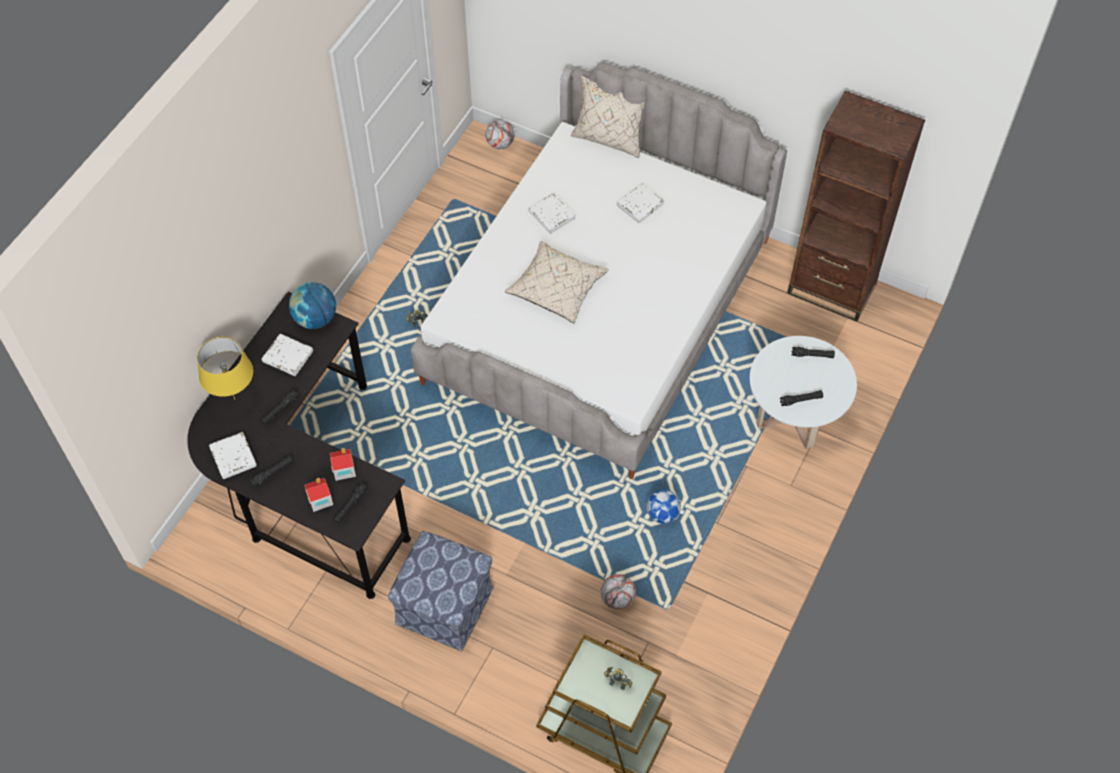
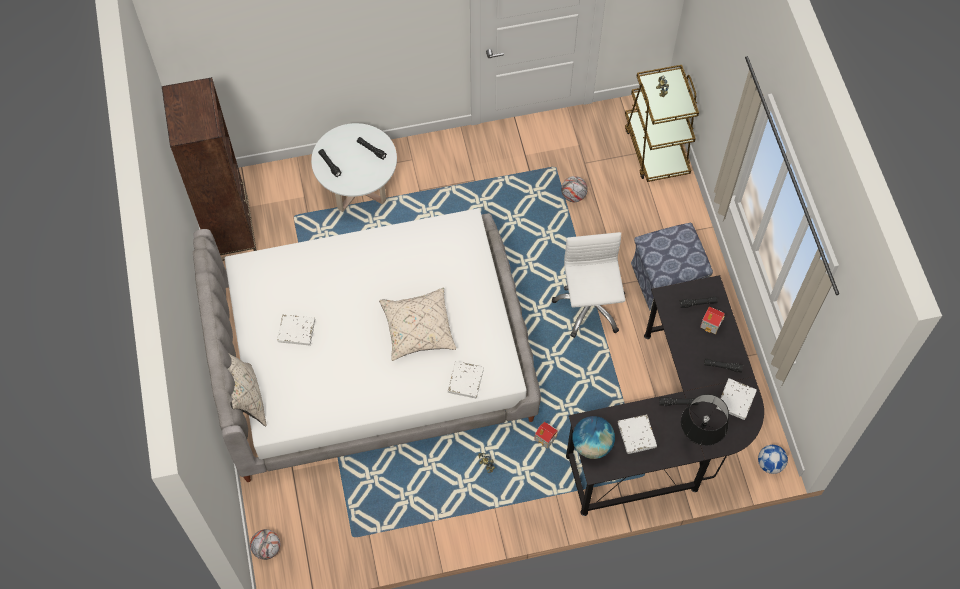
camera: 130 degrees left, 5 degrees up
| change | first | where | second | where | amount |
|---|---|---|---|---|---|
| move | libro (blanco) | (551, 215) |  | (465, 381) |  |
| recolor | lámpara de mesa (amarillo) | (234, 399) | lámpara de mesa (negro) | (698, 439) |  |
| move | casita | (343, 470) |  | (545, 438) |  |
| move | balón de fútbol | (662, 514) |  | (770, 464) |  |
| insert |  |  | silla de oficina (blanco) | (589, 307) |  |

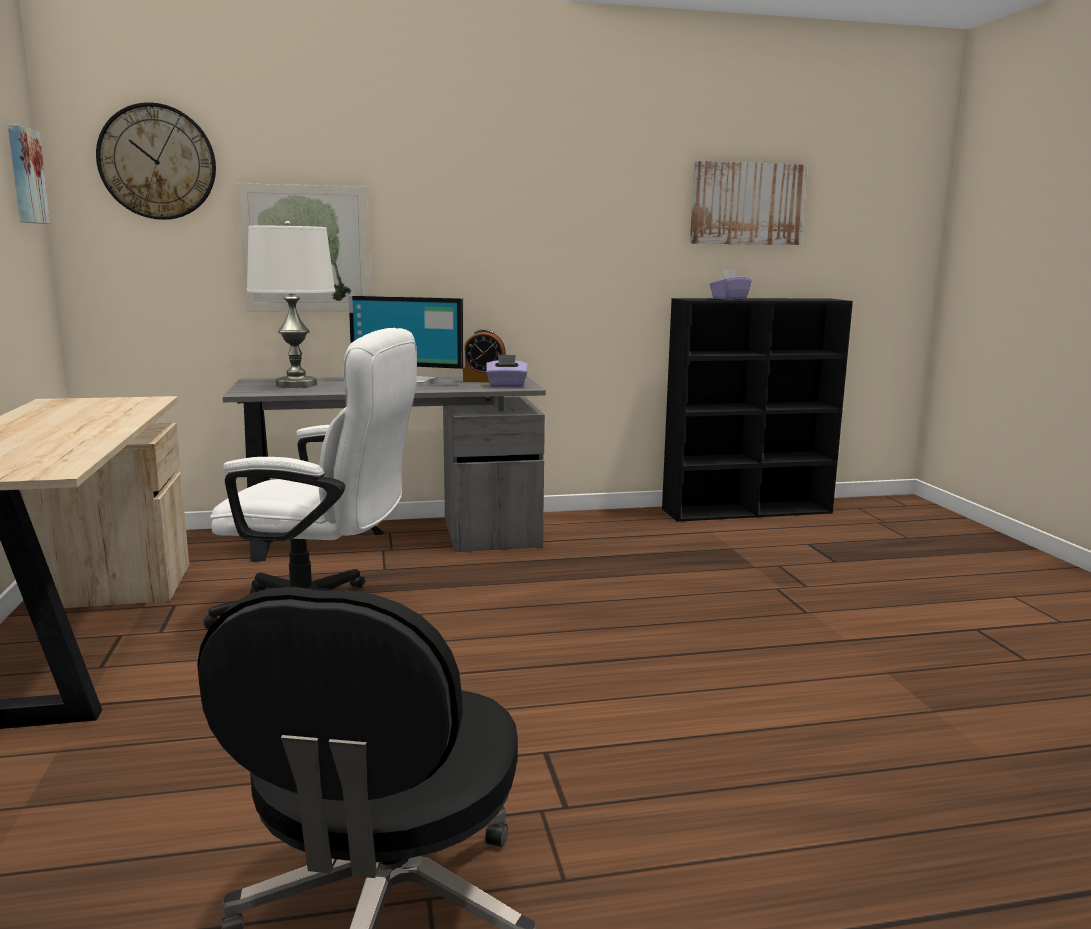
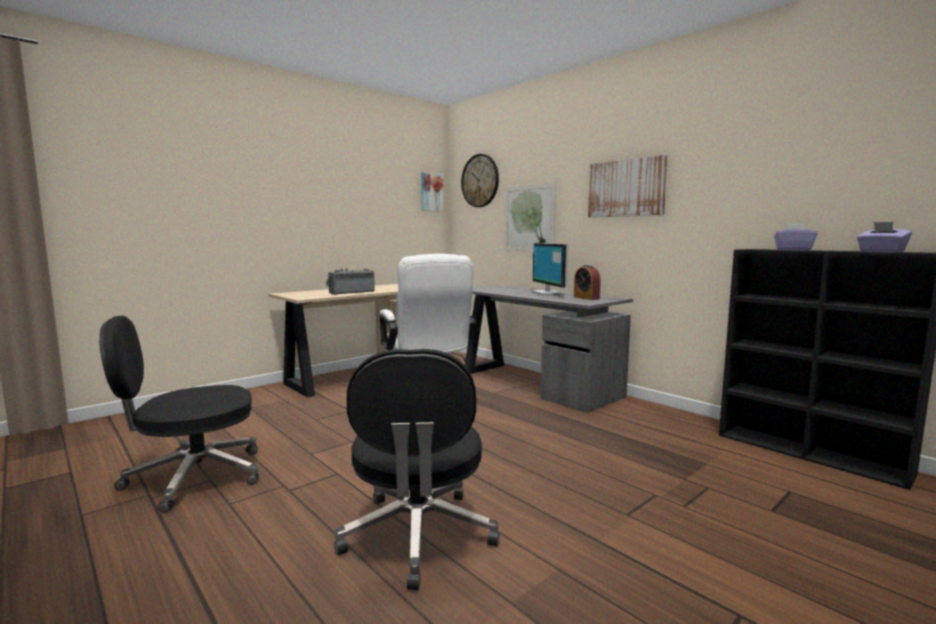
camera: 60 degrees right, 5 degrees down
| change | first | where | second | where | amount |
|---|---|---|---|---|---|
| move | cuadro | (747, 204) |  | (626, 188) |  |
| delete | lámpara de mesa (blanco) | (296, 384) |  |  |  |
| move | caja de pañuelos (morado) | (506, 386) |  | (881, 251) |  |
| insert |  |  | radio | (351, 292) |  |
| insert |  |  | silla de oficina (negro) | (418, 536) |  |

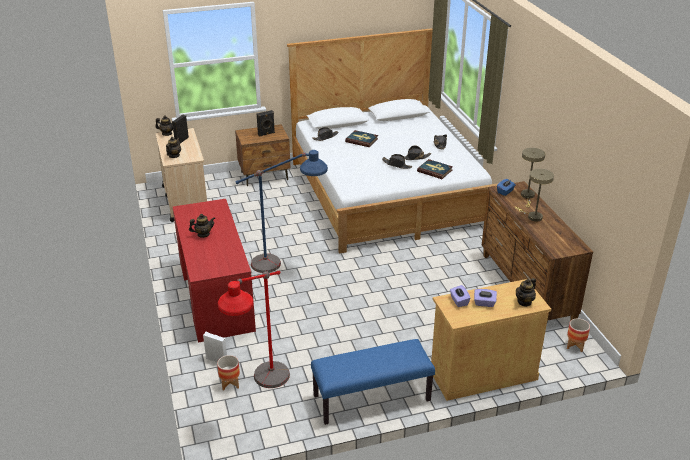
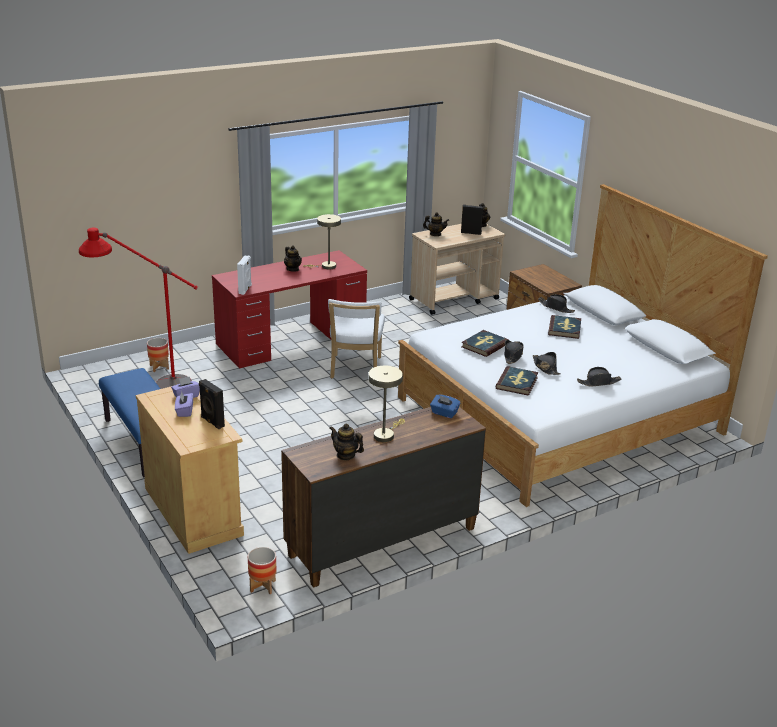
camera: 75 degrees right, 5 degrees down
| change | first | where | second | where | amount |
|---|---|---|---|---|---|
| move | altavoz (negro) | (266, 134) |  | (212, 422) |  |
| move | lámpara de mesa (beis) | (528, 196) |  | (326, 266) |  |
| replace | lámpara de pie (azul) | (286, 267) | silla (blanco) | (355, 369) |  |
| move | tetera | (524, 302) |  | (346, 455) |  |
| move | altavoz (blanco) | (217, 359) |  | (245, 289) |  |
| insert |  |  | libro | (484, 345) |  |

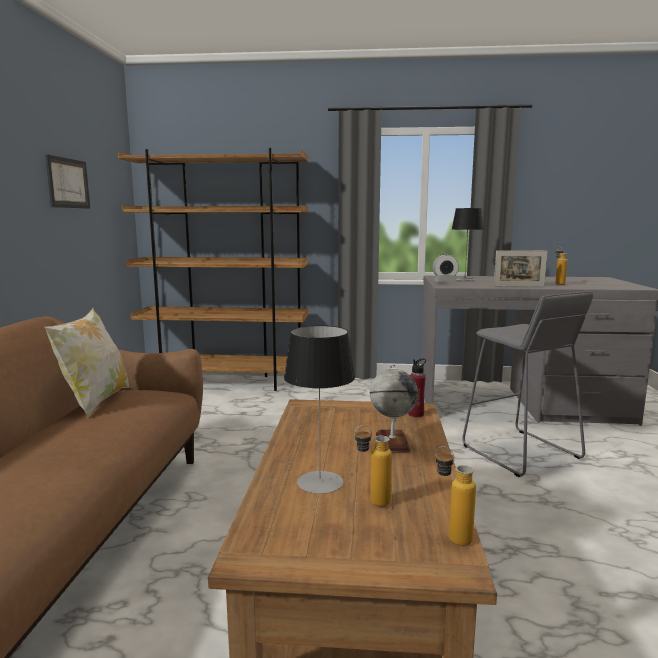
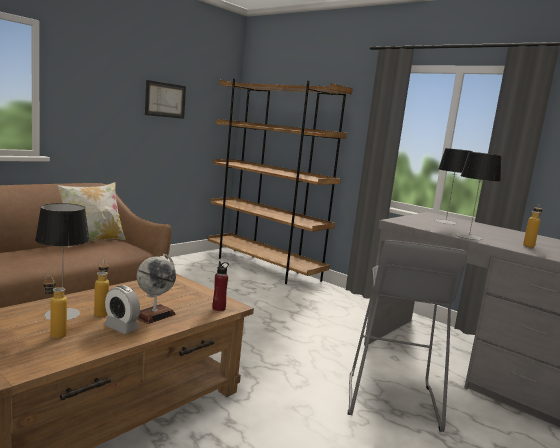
camera: 35 degrees right, 0 degrees up
| change | first | where | second | where | amount |
|---|---|---|---|---|---|
| replace | portarretratos | (519, 286) | lámpara de mesa | (469, 237) |  |
| move | despertador | (444, 282) |  | (121, 327) |  |
| move | botella | (451, 536) |  | (101, 312) |  |

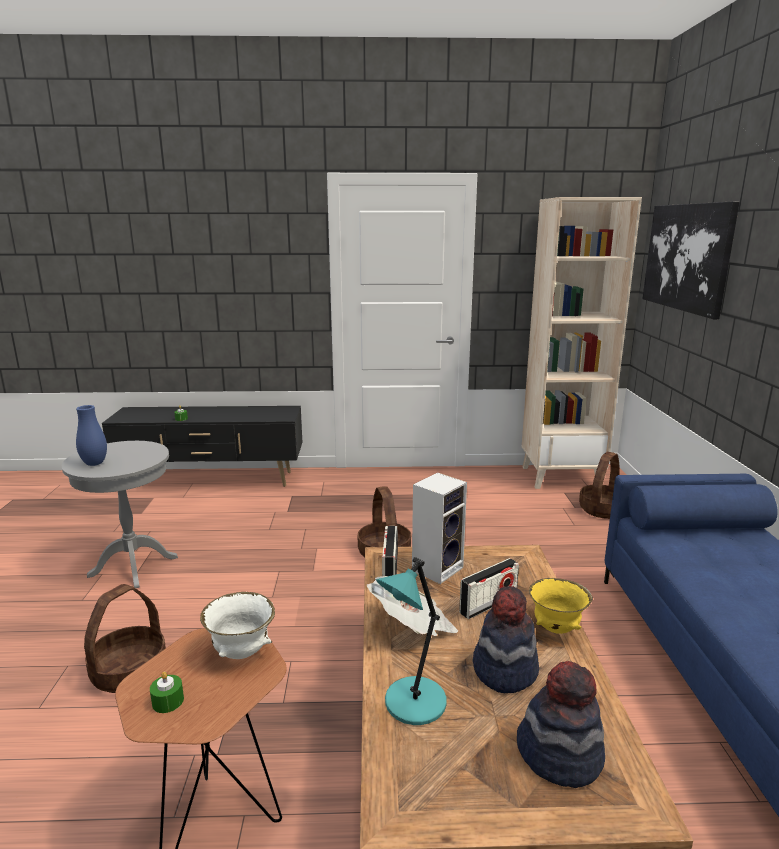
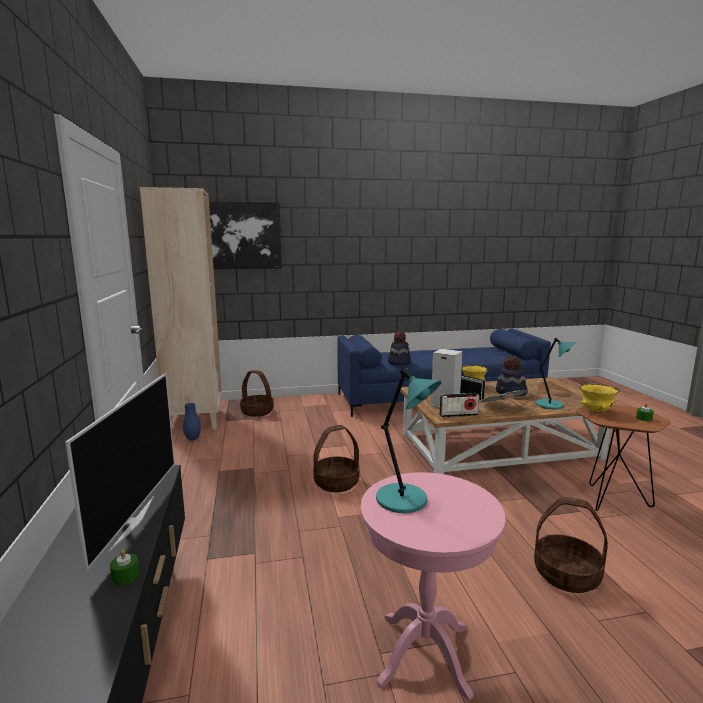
camera: 100 degrees left, 5 degrees down
| change | first | where | second | where | amount |
|---|---|---|---|---|---|
| move | florero (azul) | (94, 463) |  | (192, 439) |  |
| recolor | mesa auxiliar (gris) | (133, 566) | mesa auxiliar (rosa) | (424, 654) |  |
| recolor | cuenco (blanco) | (241, 653) | cuenco (amarillo) | (596, 411) |  |
| move | sombrero | (559, 754) |  | (399, 362) |  |
| insert |  |  | lámpara de mesa (turquesa) | (404, 500) |  |
| insert |  |  | televisor | (131, 522) |  |

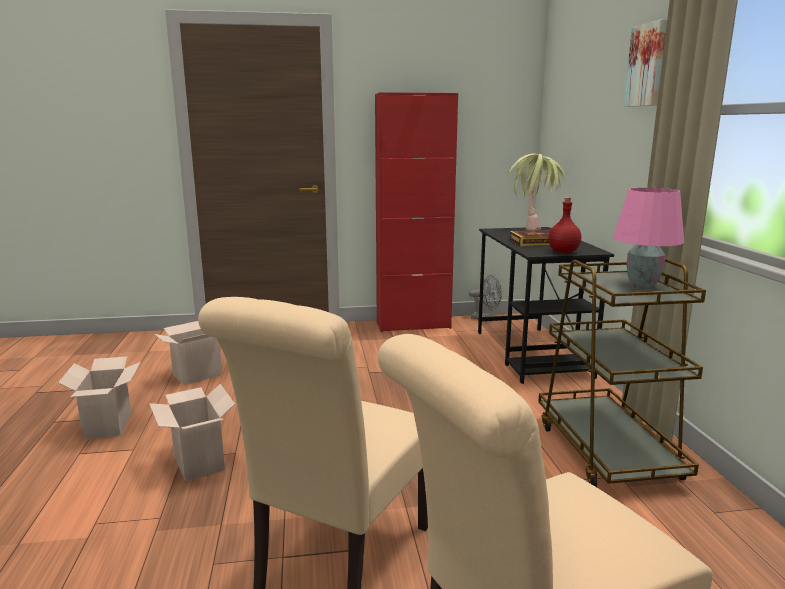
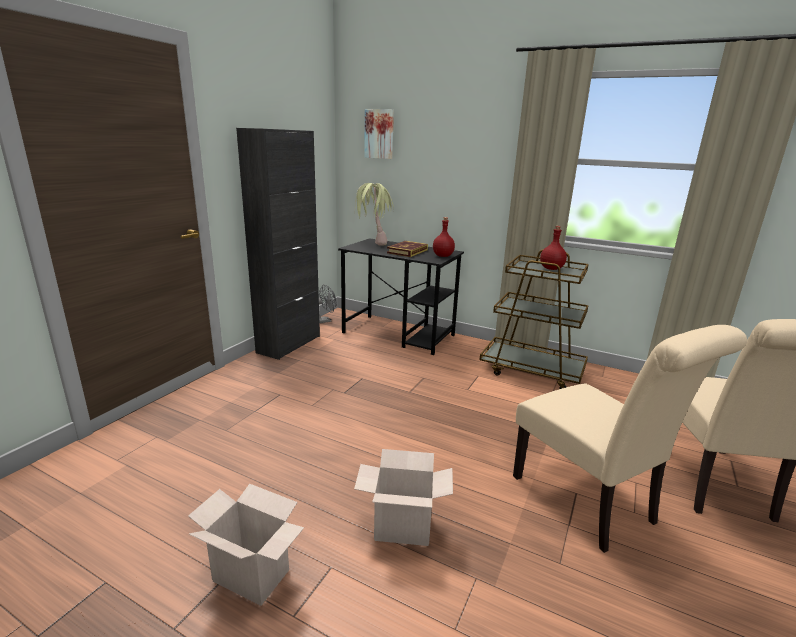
camera: 55 degrees left, 5 degrees up
| change | first | where | second | where | amount |
|---|---|---|---|---|---|
| move | cuadro | (648, 65) |  | (379, 134) |  |
| recolor | armario (rojo) | (413, 325) | armario (negro) | (289, 344) |  |
| replace | lámpara de mesa (rosa) | (641, 286) | botella (rojo) | (551, 268) |  |
| delete | caja de cartón | (198, 374) |  |  |  |

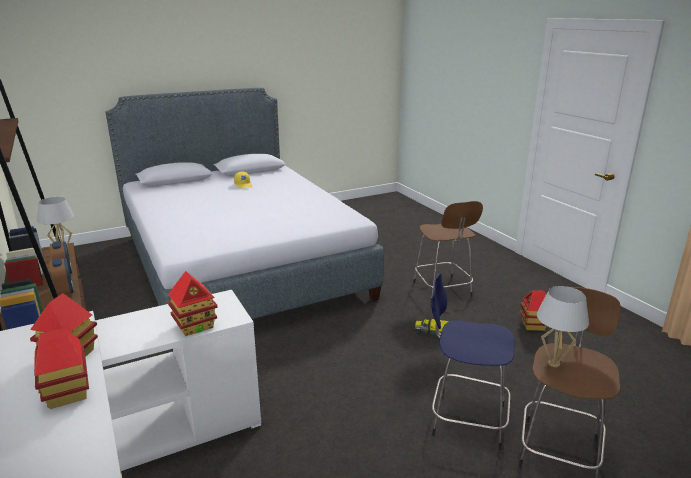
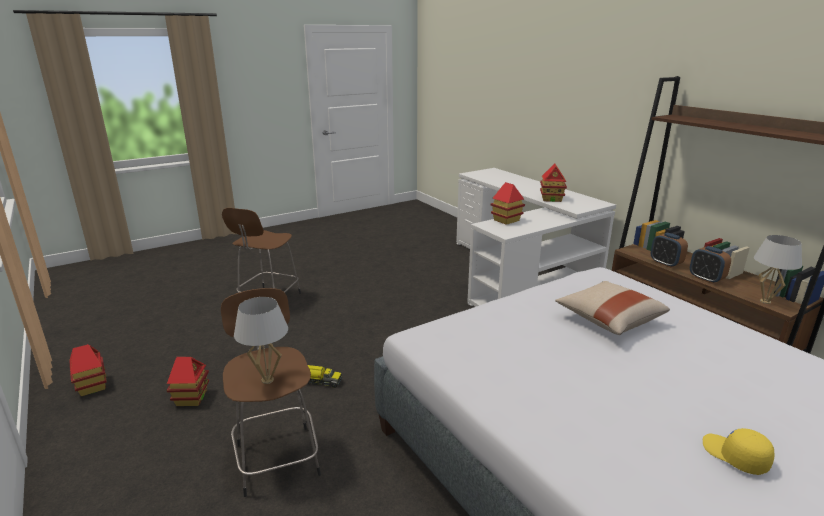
camera: 175 degrees right, 0 degrees up
| change | first | where | second | where | amount |
|---|---|---|---|---|---|
| delete | taburete (azul) | (465, 419) |  |  |  |
| move | lámpara de mesa (blanco) | (554, 364) |  | (267, 380) |  |
| move | casita | (67, 393) |  | (92, 386) |  |
| insert |  |  | cojín (beis) | (608, 319) |  |

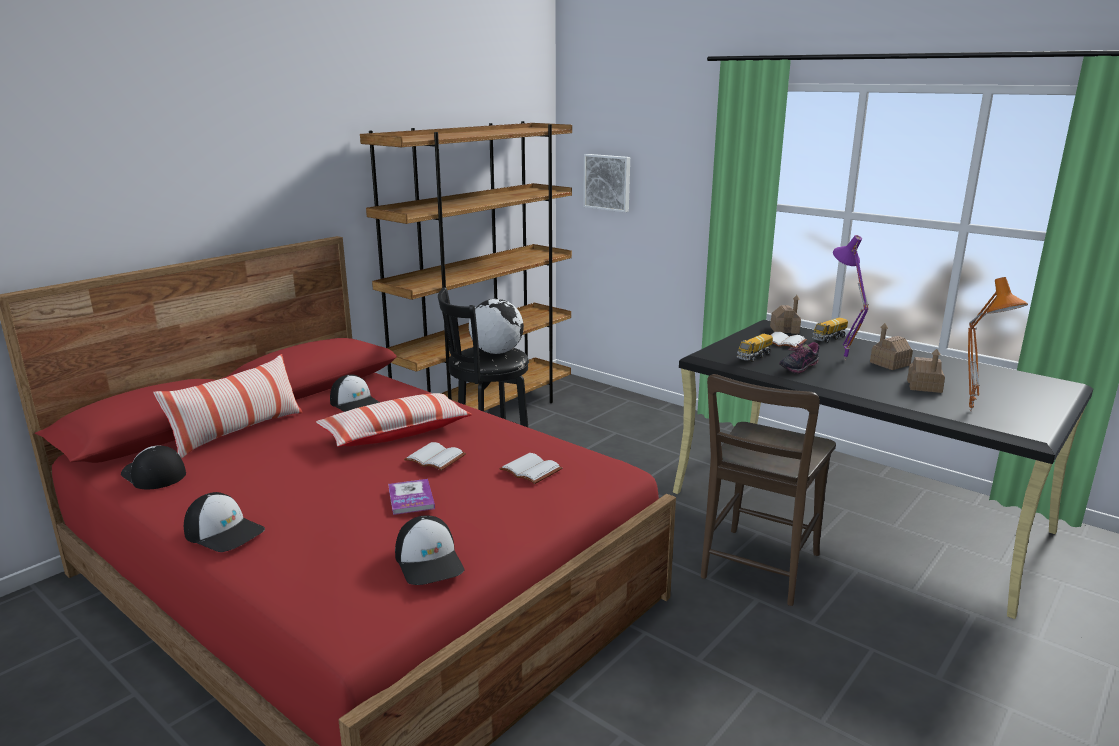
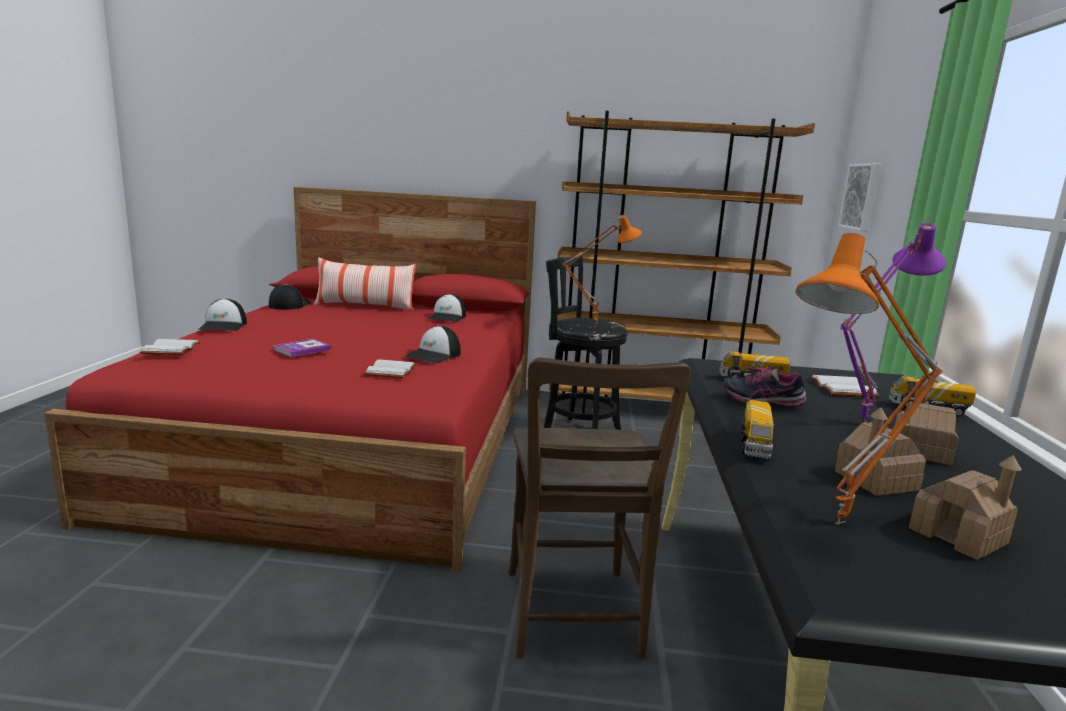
camera: 55 degrees right, 5 degrees down
| change | first | where | second | where | amount |
|---|---|---|---|---|---|
| move | casita | (784, 330) |  | (958, 536) |  |
| replace | globo terráqueo | (496, 352) | lámpara de mesa (naranja) | (595, 323) |  |
| rotate | silla (marrón) | (757, 569) |  | (573, 618) | 90 degrees counterclockwise |
| delete | cojín | (396, 433) |  |  |  |
| move | libro (blanco) | (436, 458) |  | (172, 349) |  |
| move | gorra | (430, 561) |  | (434, 355) |  |
| insert |  |  | camión de juguete | (755, 446) |  |

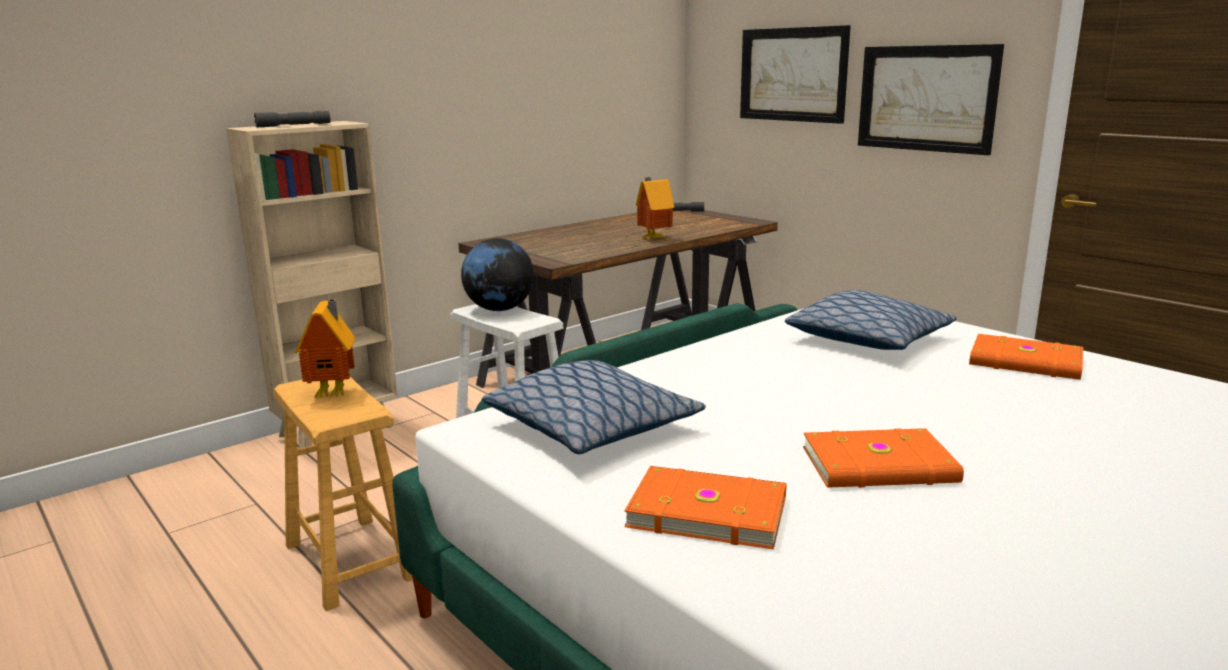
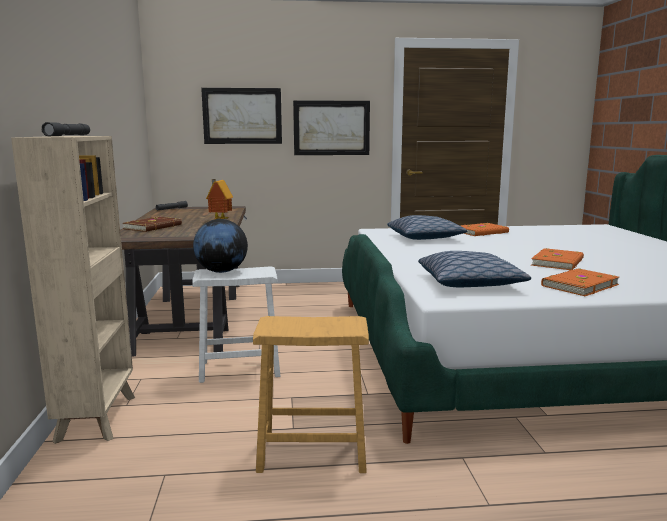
camera: 55 degrees left, 5 degrees down
| change | first | where | second | where | amount |
|---|---|---|---|---|---|
| delete | casita | (334, 393) |  |  |  |
| insert |  |  | libro (marrón) | (154, 227) |  |

